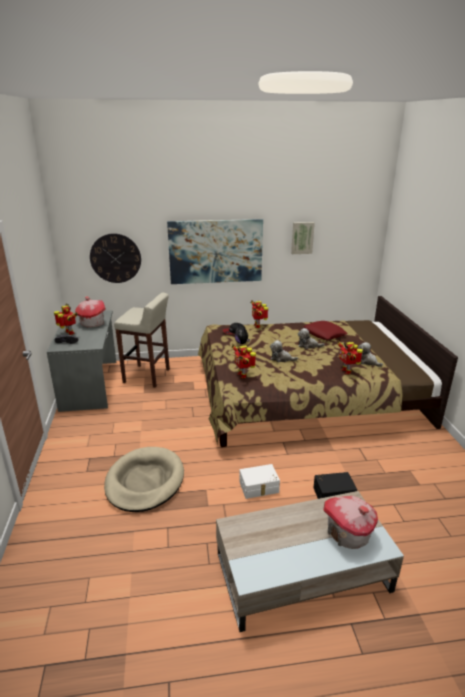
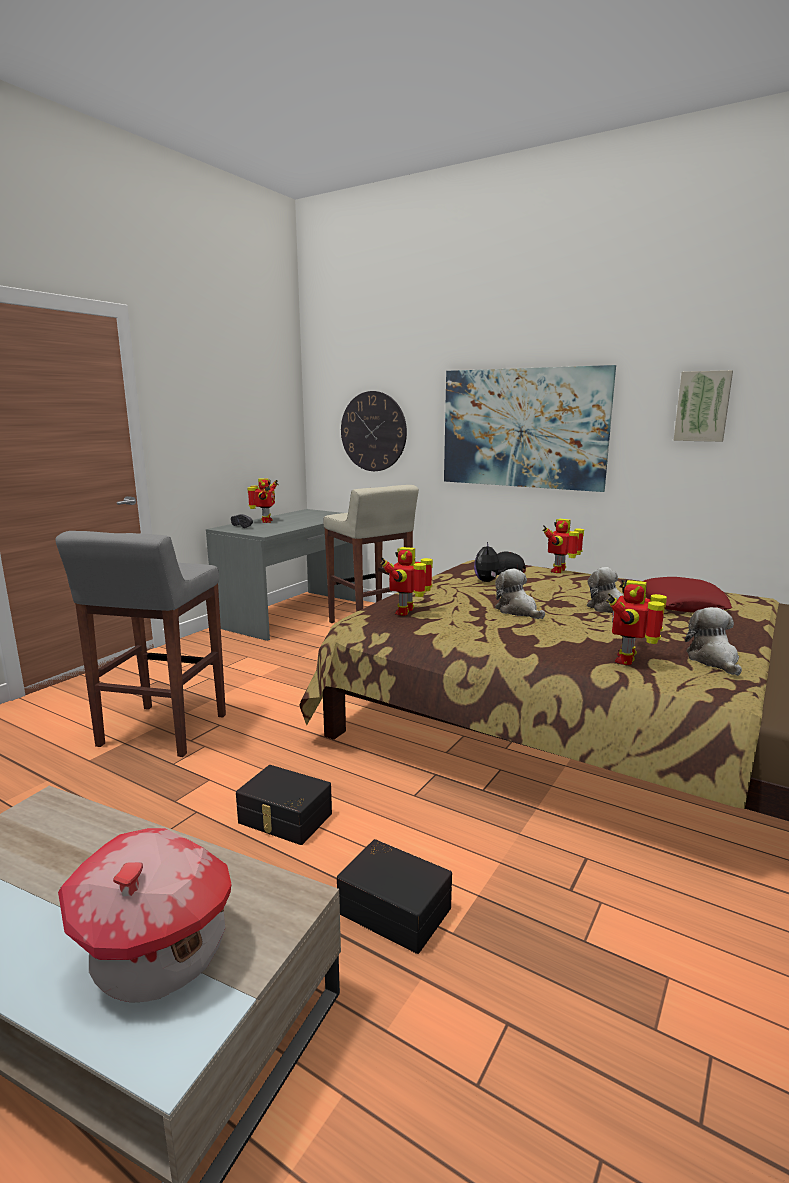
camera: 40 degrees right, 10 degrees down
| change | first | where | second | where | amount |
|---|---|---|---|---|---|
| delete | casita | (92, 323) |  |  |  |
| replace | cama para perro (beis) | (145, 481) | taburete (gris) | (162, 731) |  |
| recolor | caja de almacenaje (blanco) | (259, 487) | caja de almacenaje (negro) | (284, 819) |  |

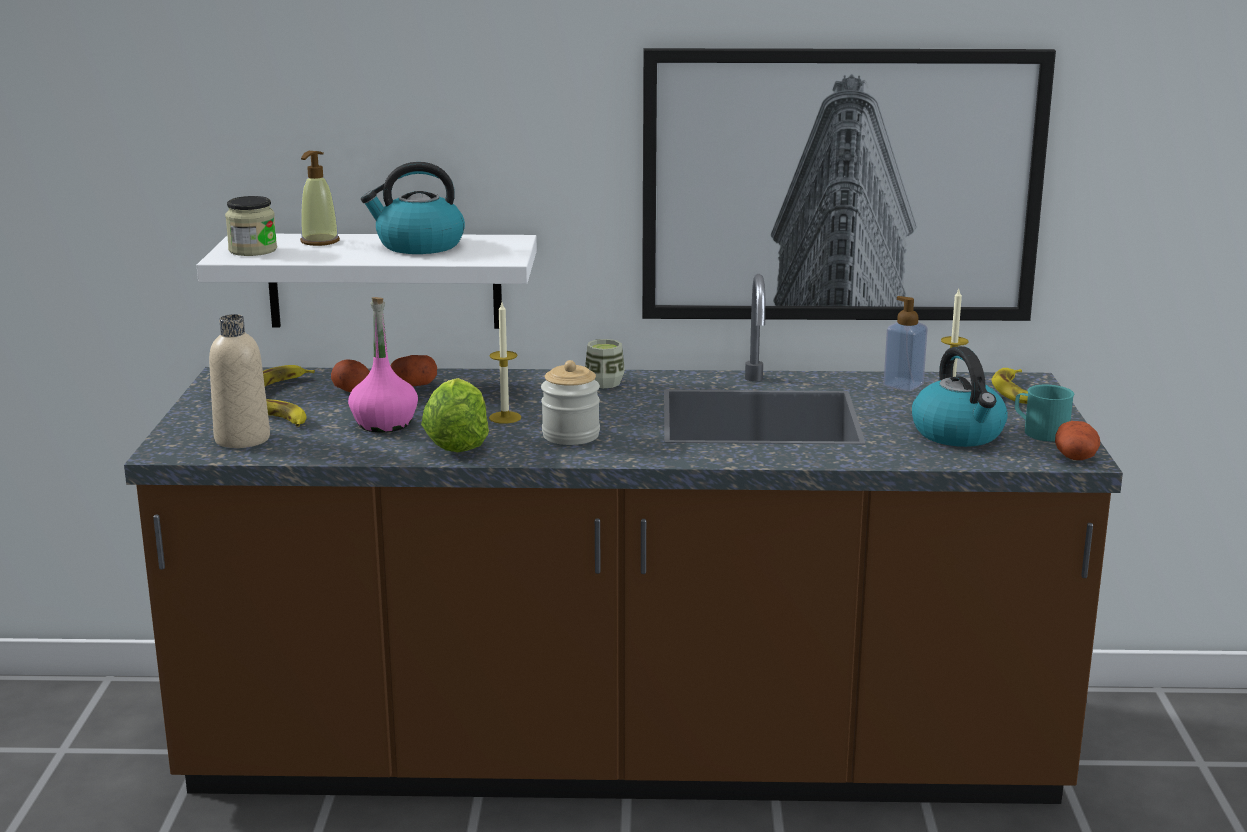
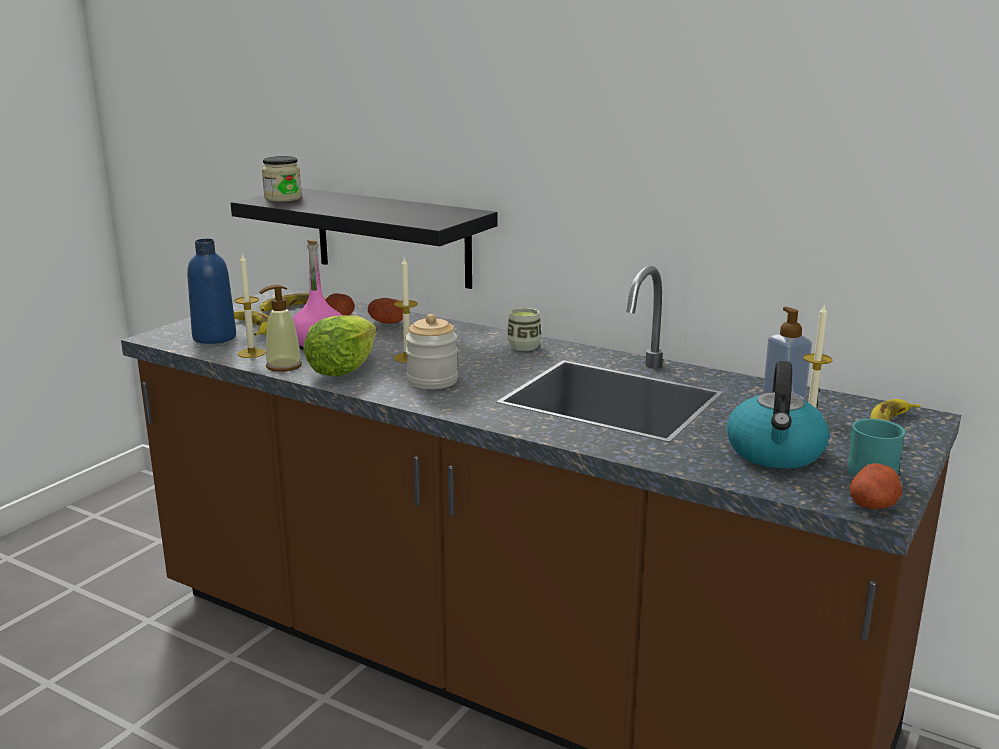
camera: 30 degrees right, 0 degrees up
| change | first | where | second | where | amount |
|---|---|---|---|---|---|
| delete | cuadro | (841, 186) |  |  |  |
| move | dispensador de jabón | (319, 241) |  | (283, 366) |  |
| delete | hervidor | (419, 246) |  |  |  |
| recolor | estante (blanco) | (385, 281) | estante (negro) | (392, 237) |  |
| recolor | botella (beis) | (242, 439) | botella (azul) | (214, 337) |  |
| insert |  |  | vela | (251, 353) |  |

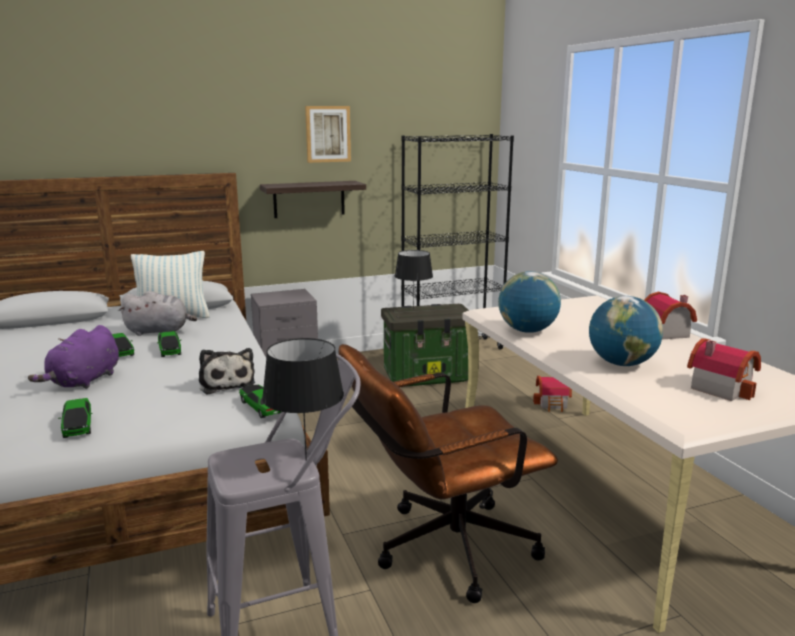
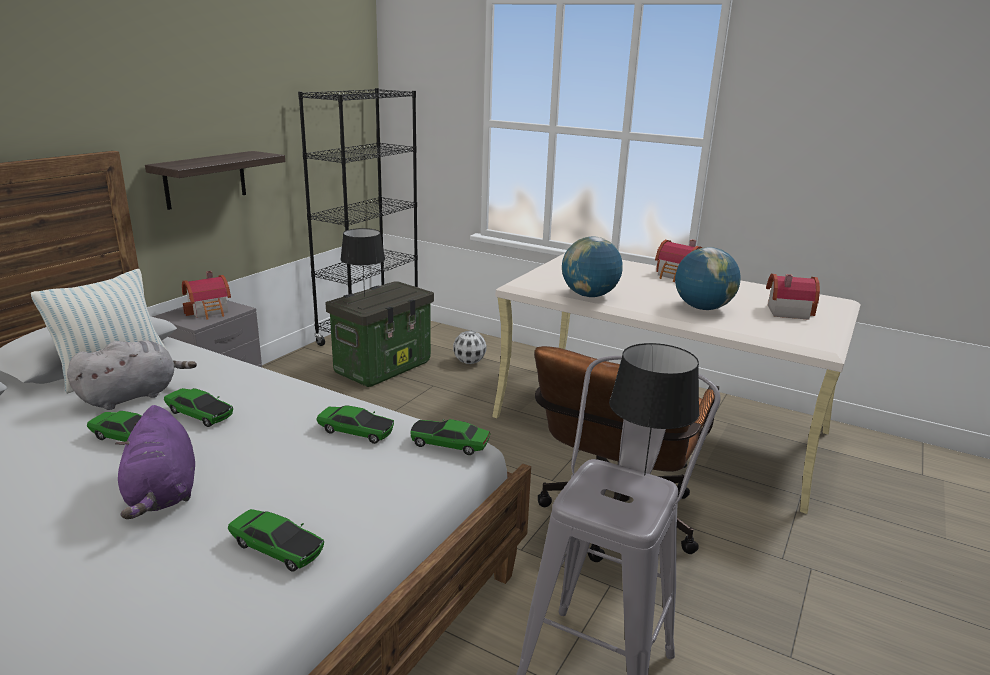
camera: 40 degrees left, 5 degrees up
| change | first | where | second | where | amount |
|---|---|---|---|---|---|
| delete | cuadro | (328, 134) |  |  |  |
| replace | peluche | (226, 383) | coche de juguete | (356, 432) |  |
| move | casita | (553, 404) |  | (210, 311) |  |
| insert |  |  | balón de fútbol | (469, 362) |  |

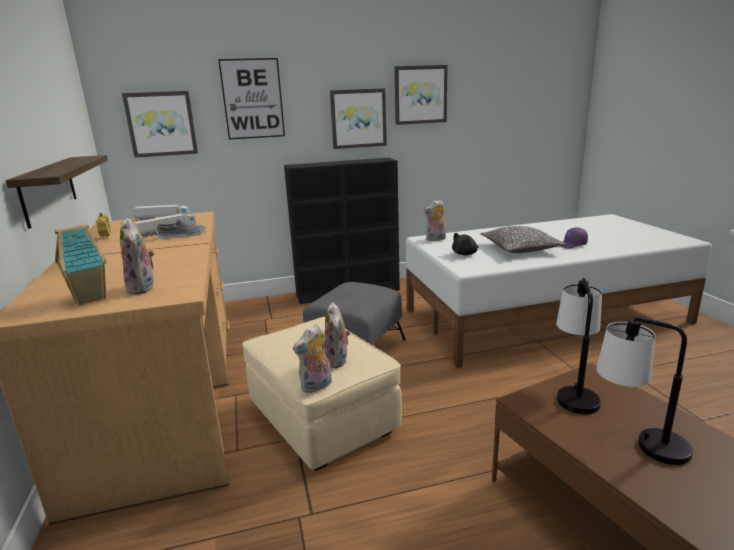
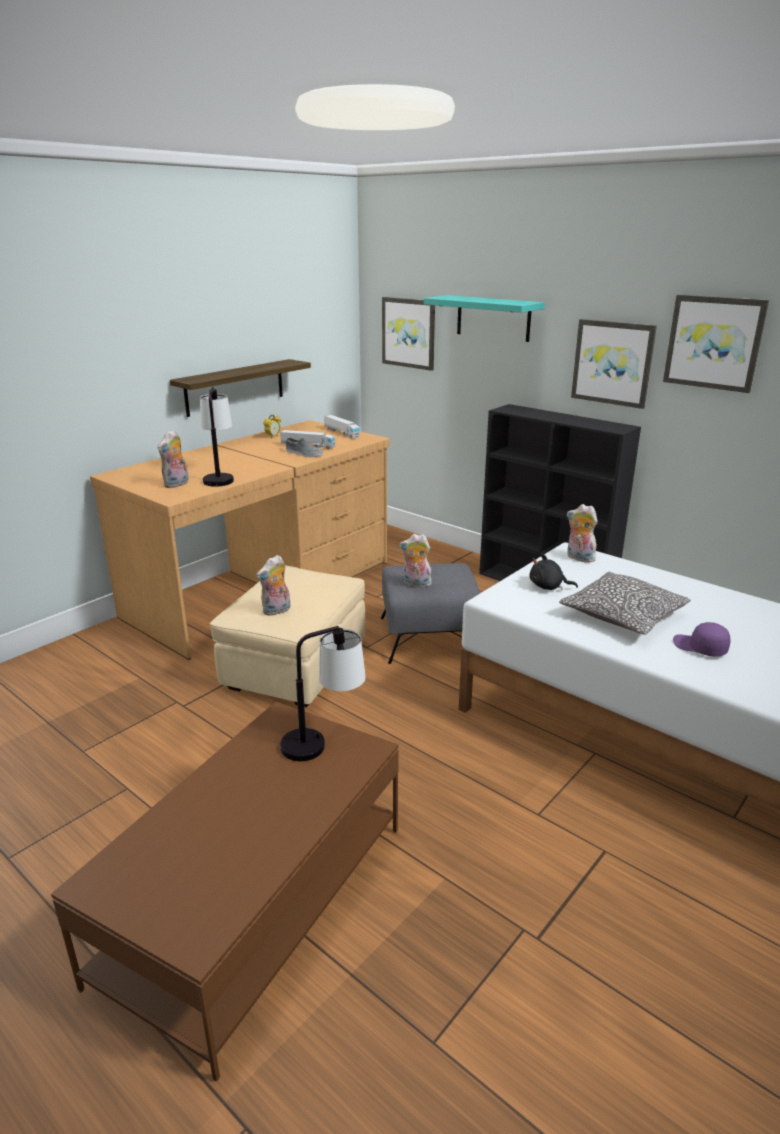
camera: 55 degrees right, 5 degrees up
| change | first | where | second | where | amount |
|---|---|---|---|---|---|
| replace | cuadro | (252, 99) | estante (turquesa) | (493, 318) |  |
| delete | casita | (91, 298) |  |  |  |
| move | lámpara de mesa | (638, 443) |  | (219, 477) |  |
| move | peluche | (316, 387) |  | (416, 584) |  |

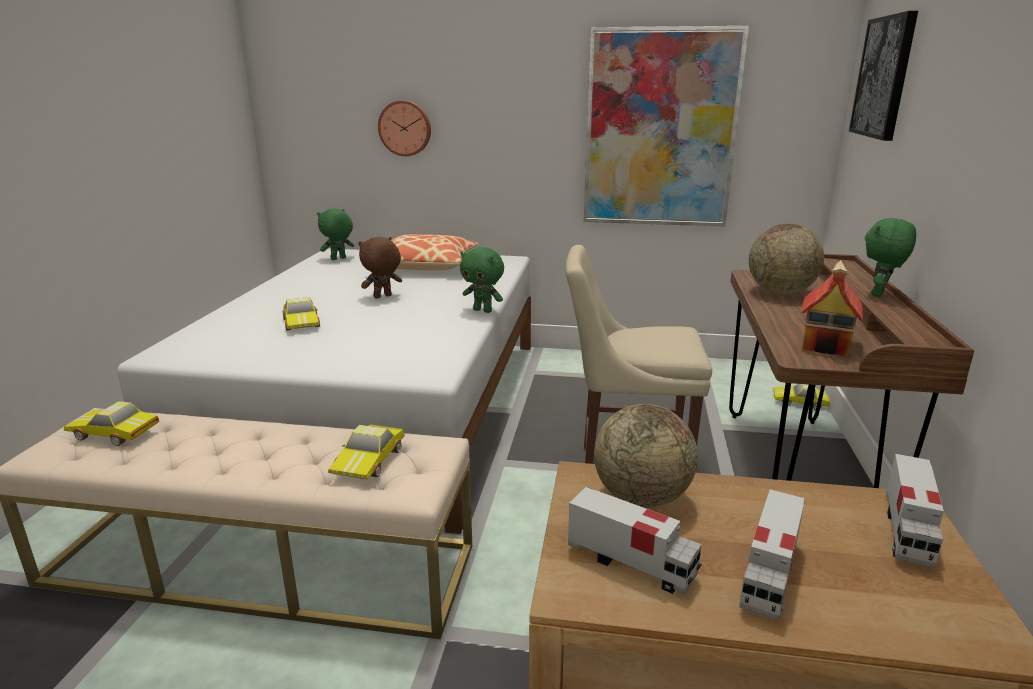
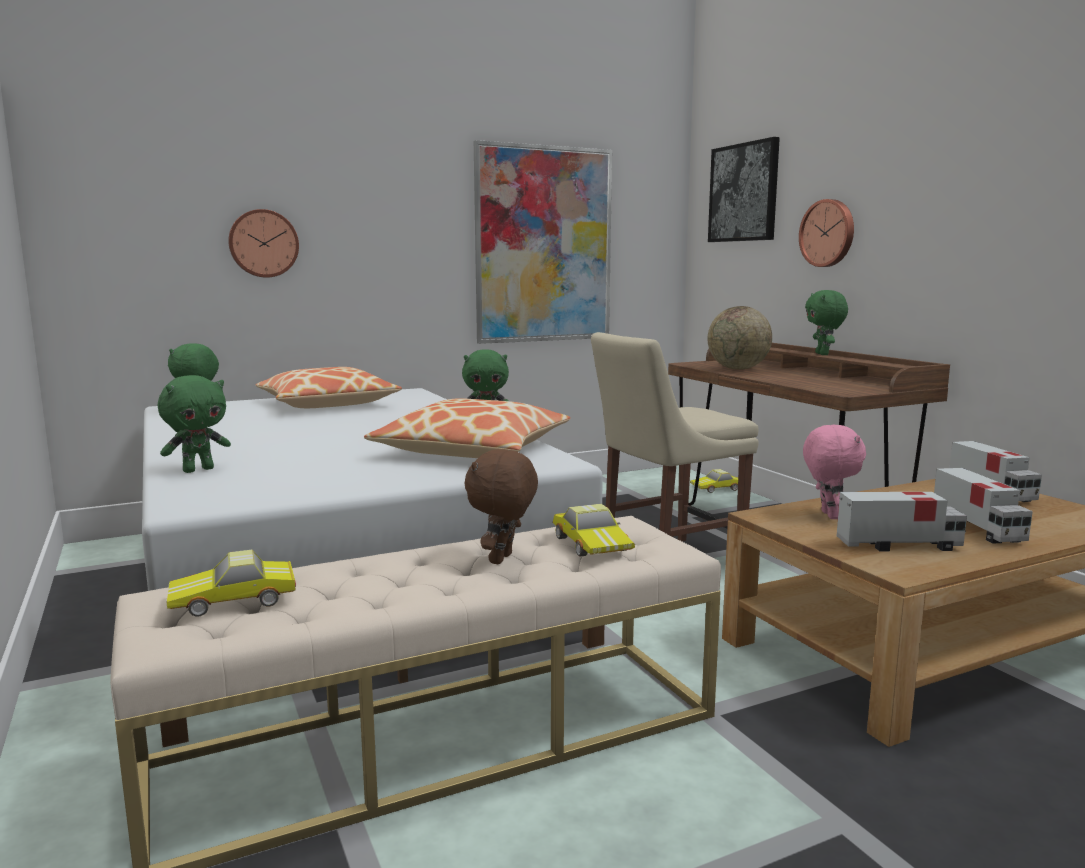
camera: 35 degrees left, 10 degrees down
| change | first | where | second | where | amount |
|---|---|---|---|---|---|
| move | peluche (marrón) | (382, 297) |  | (502, 559) |  |
| delete | casita | (826, 344) |  |  |  |
| delete | coche de juguete | (303, 322) |  |  |  |
| replace | globo terráqueo | (641, 497) | peluche (rosa) | (828, 515) |  |
| insert |  |  | reloj de pared | (828, 233) |  |
| insert |  |  | peluche (verde) | (198, 470) |  |
| insert |  |  | cojín | (472, 450) |  |

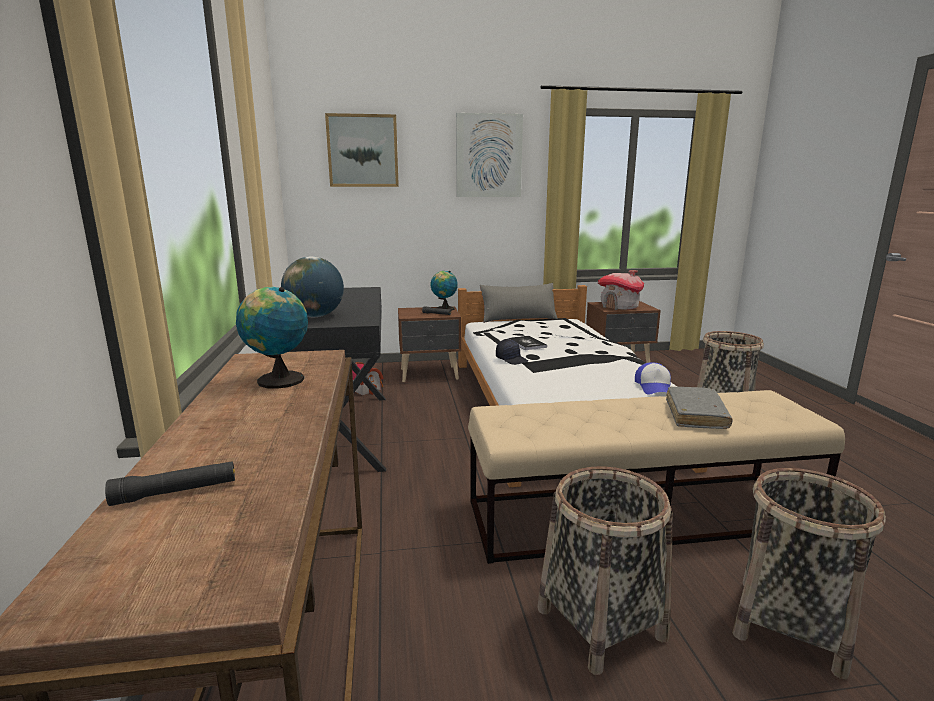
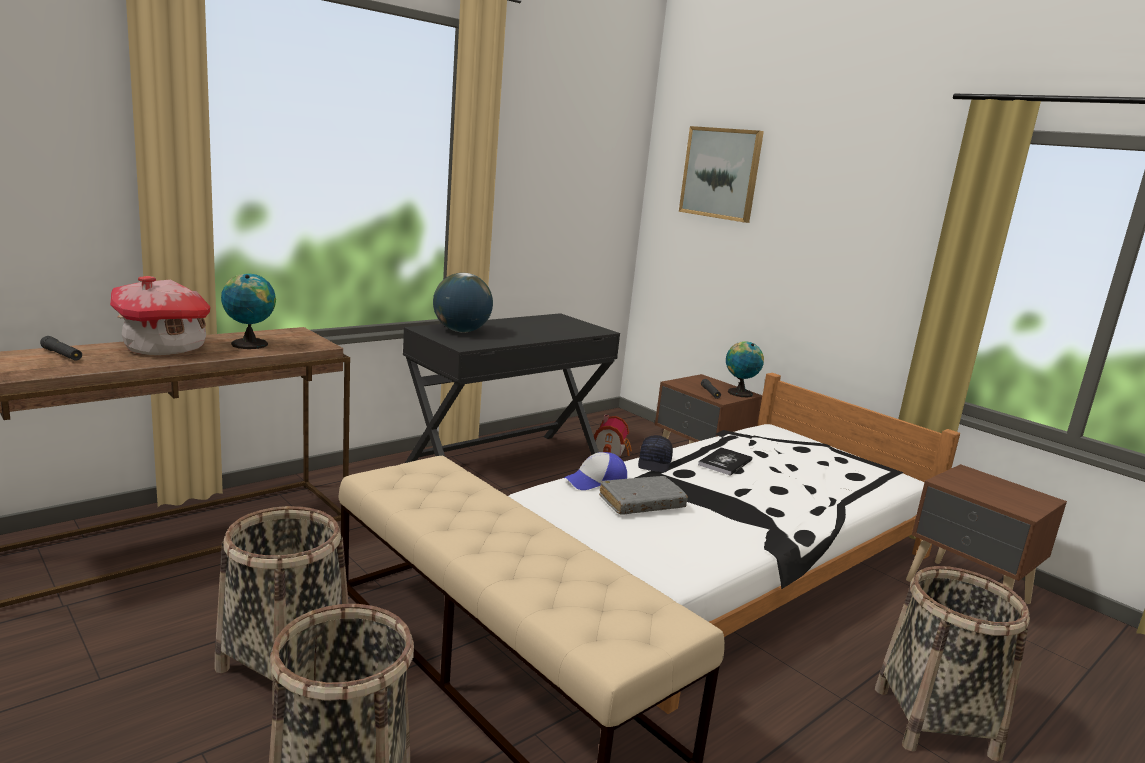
camera: 55 degrees right, 0 degrees up
| change | first | where | second | where | amount |
|---|---|---|---|---|---|
| delete | cuadro | (488, 156) |  |  |  |
| move | casita | (619, 307) |  | (165, 348) |  |
| delete | cojín (gris) | (518, 319) |  |  |  |
| move | gorra | (654, 387) |  | (596, 481) |  |
| move | libro (gris) | (695, 415) |  | (641, 503) |  |

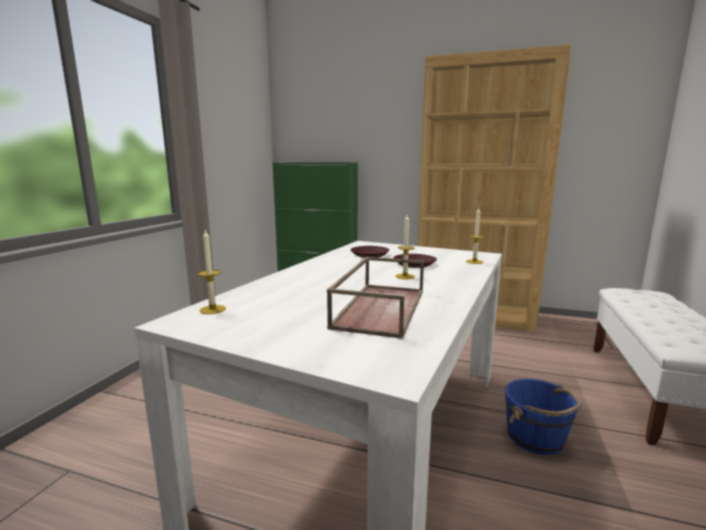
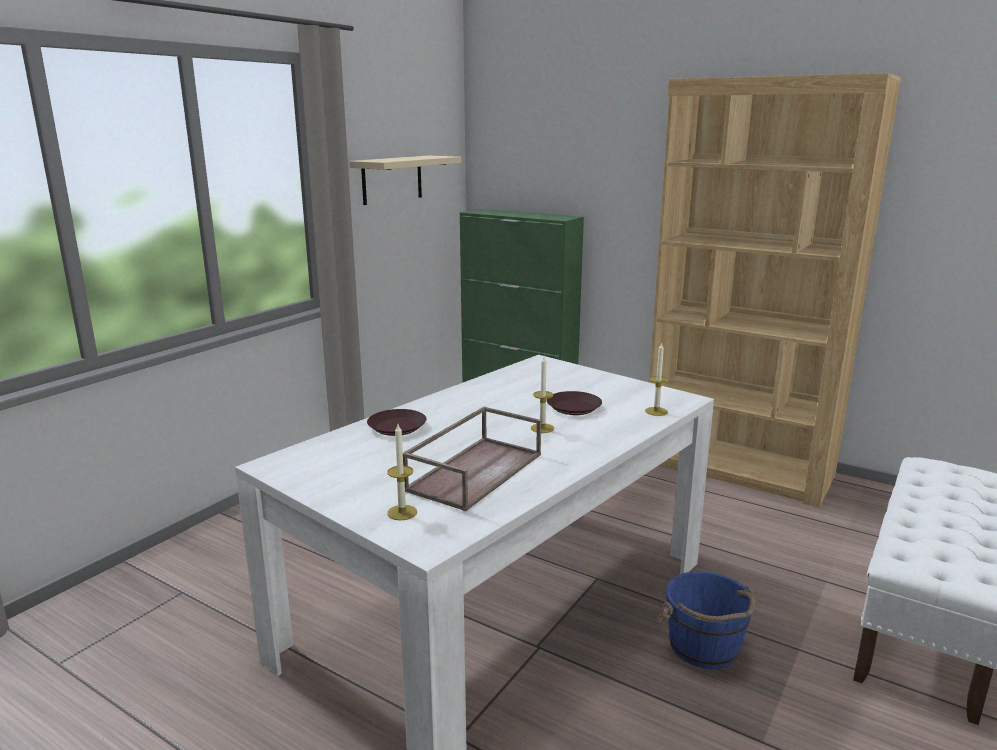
camera: 15 degrees right, 5 degrees up
| change | first | where | second | where | amount |
|---|---|---|---|---|---|
| move | vela | (212, 309) |  | (402, 512) |  |
| move | plato (marrón) | (369, 254) |  | (396, 427) |  |
| insert |  |  | estante (beis) | (392, 179) |  |

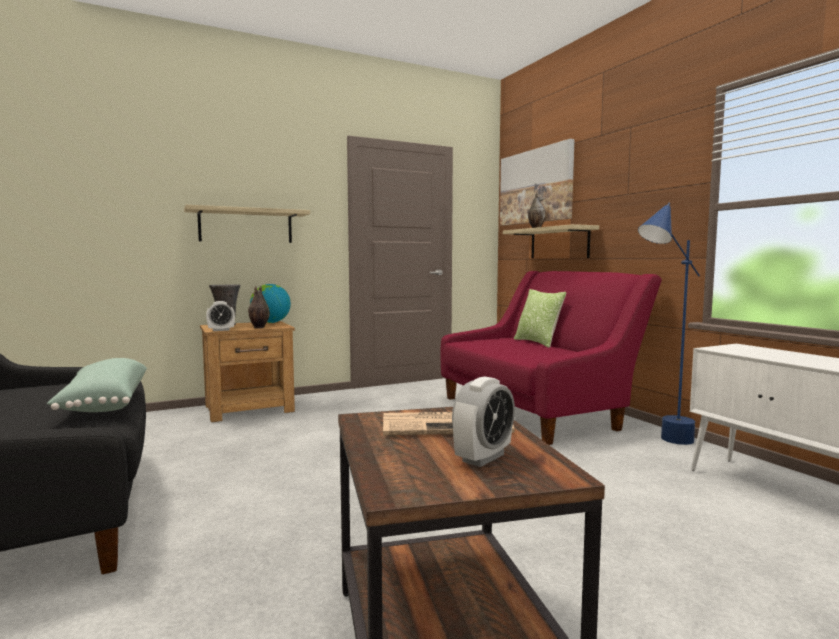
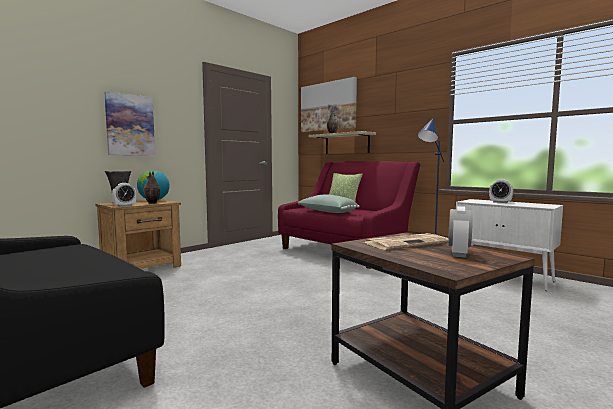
camera: 20 degrees left, 0 degrees up
| change | first | where | second | where | amount |
|---|---|---|---|---|---|
| replace | estante | (246, 226) | cuadro | (130, 125) |  |
| move | cojín (verde) | (103, 403) |  | (327, 212) |  |
| insert |  |  | despertador | (500, 202) |  |

